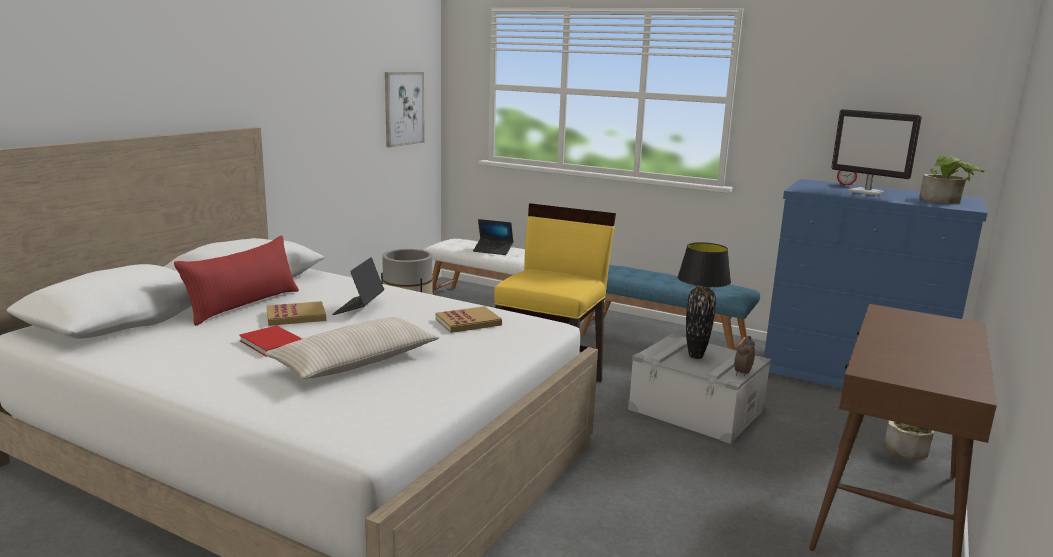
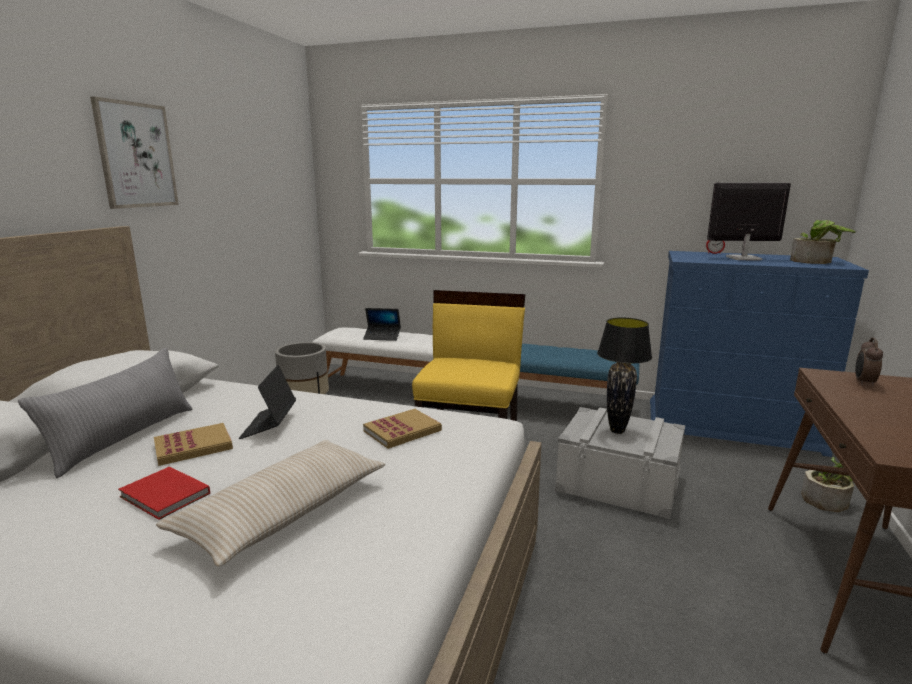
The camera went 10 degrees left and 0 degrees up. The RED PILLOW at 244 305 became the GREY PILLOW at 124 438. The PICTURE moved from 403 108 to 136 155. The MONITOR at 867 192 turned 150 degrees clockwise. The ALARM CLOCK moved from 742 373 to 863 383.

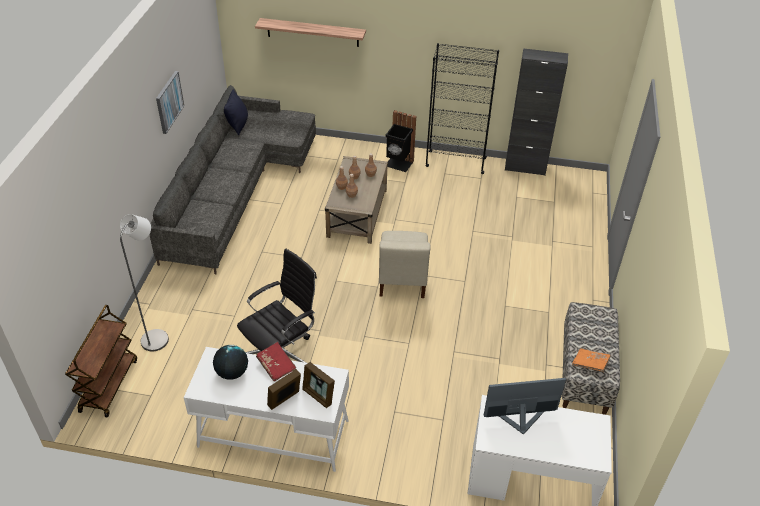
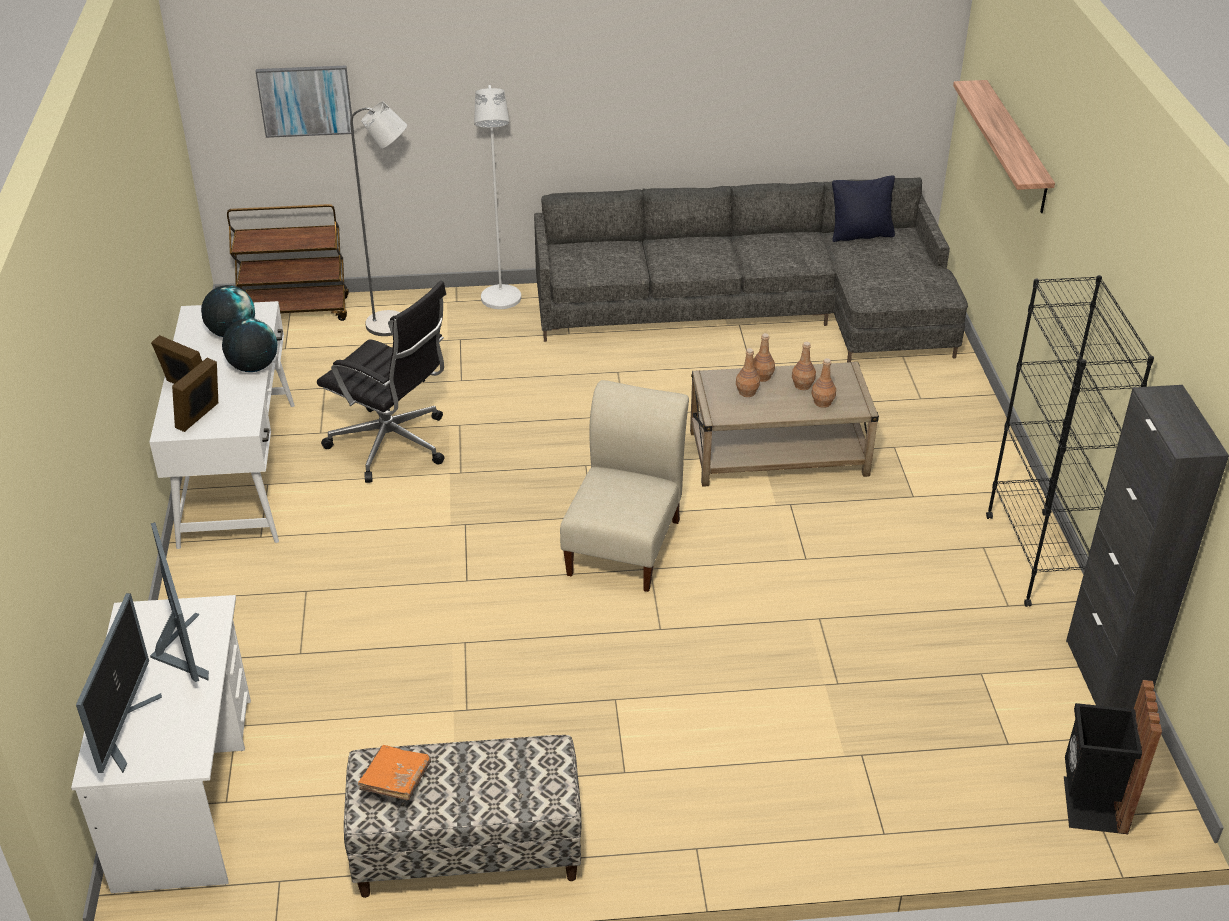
The camera went 75 degrees right and 5 degrees down. The MONITOR at 123 728 appeared. The RED BOOK at 276 365 was replaced by the GLOBE at 253 367. The PICTURE moved from 169 102 to 305 100. The WHITE FLOOR LAMP at 501 302 appeared. The BEIGE CHAIR at 402 279 turned 120 degrees clockwise. The BLACK TRASH CAN moved from 398 164 to 1091 804.

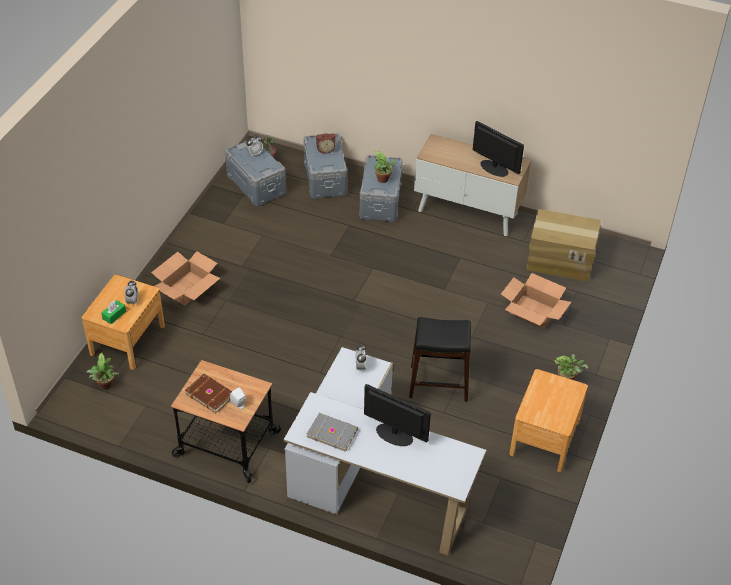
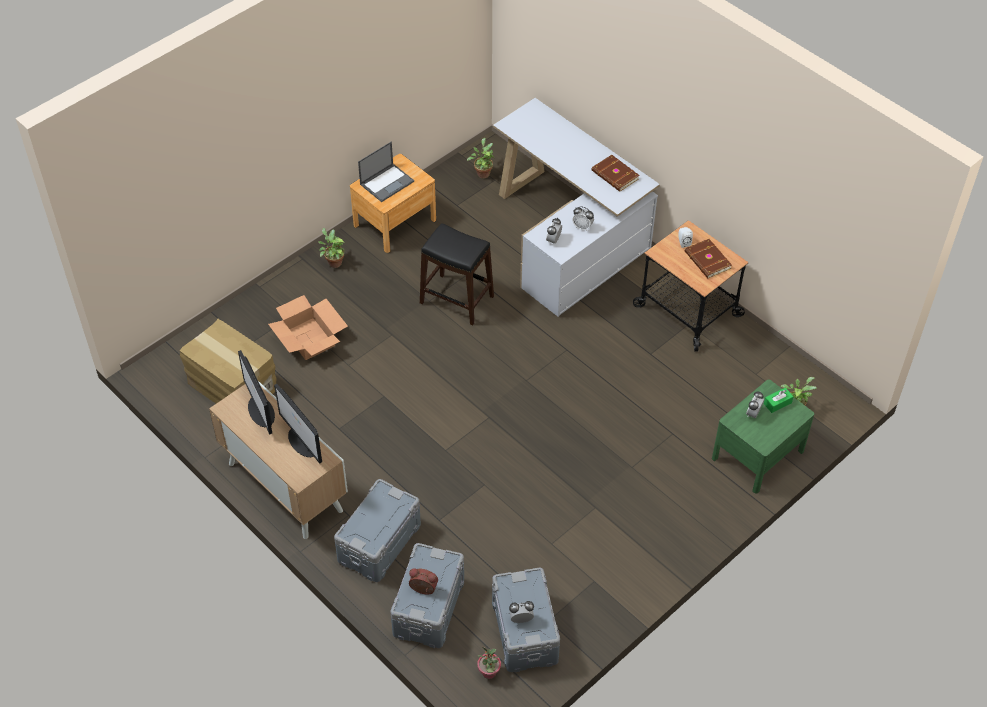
The camera went 155 degrees left and 5 degrees up. The MONITOR moved from 394 434 to 303 442. The LAPTOP at 387 182 appeared. The POTTED PLANT moved from 384 180 to 482 173. The ALARM CLOCK at 582 227 appeared. The GREY BOOK at 332 432 became the BROWN BOOK at 614 175. The BROWN NIGHTSTAND at 127 340 became the GREEN NIGHTSTAND at 757 454. The CARDBOARD BOX at 187 288 disappeared.

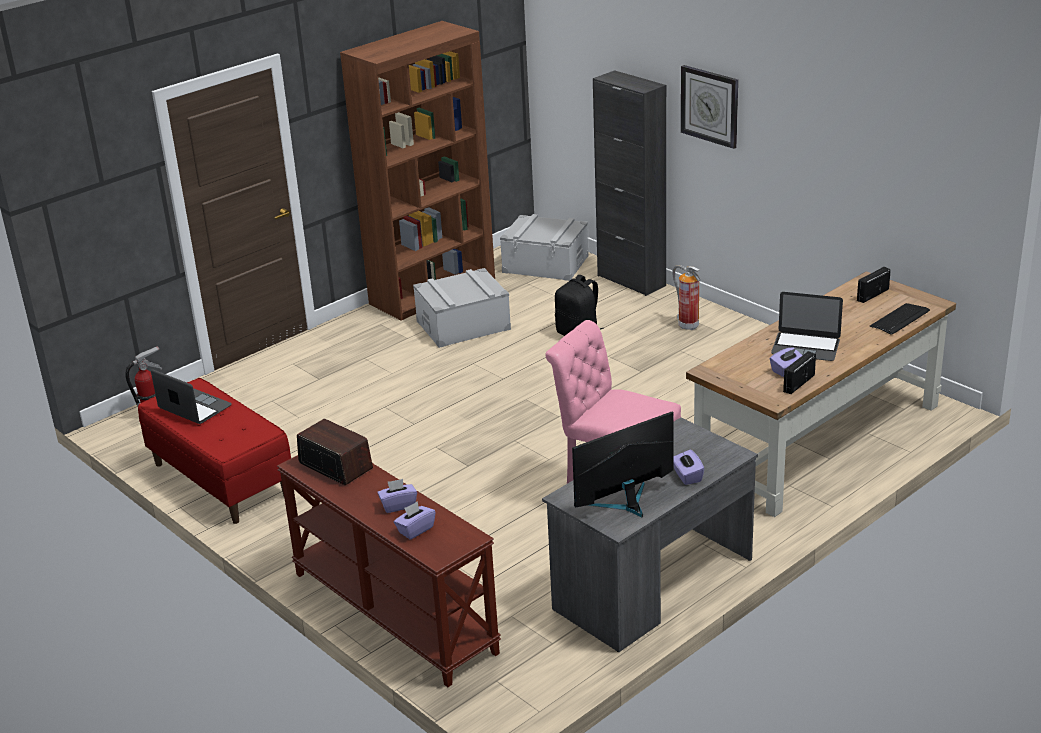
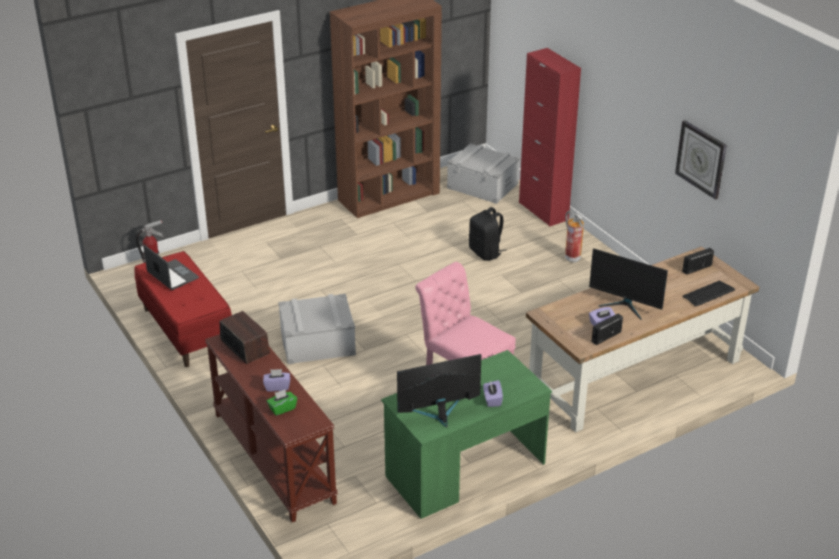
The camera went 10 degrees right and 5 degrees up. The PURPLE TISSUE BOX at 415 530 became the GREEN TISSUE BOX at 282 408. The GREY STORAGE BOX moved from 463 325 to 317 343. The GREY DESK at 653 584 became the GREEN DESK at 465 470. The BLACK CABINET at 631 280 became the RED CABINET at 543 211. The LAPTOP at 805 346 was replaced by the MONITOR at 625 306. The WALL CLOCK moved from 710 106 to 701 159.

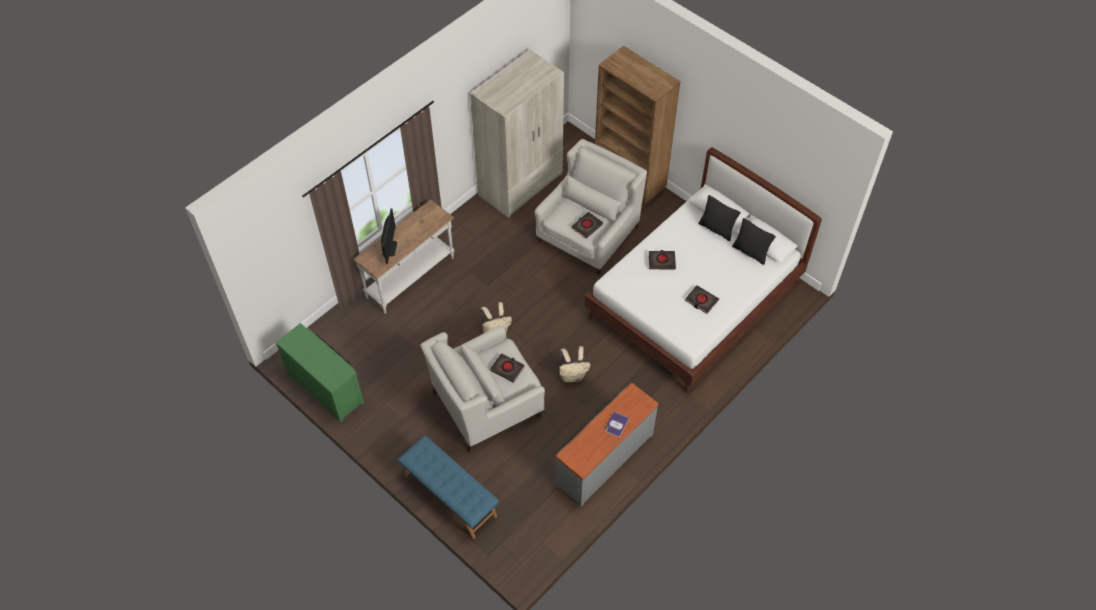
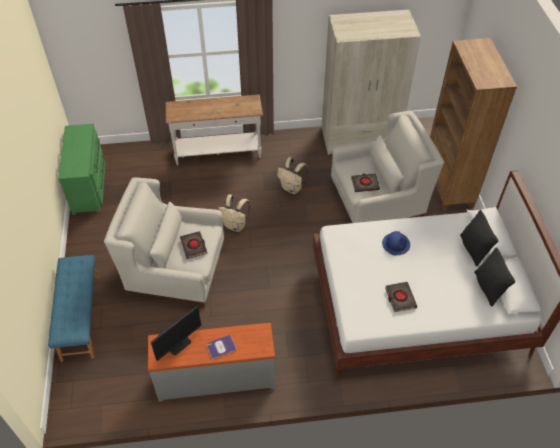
The camera went 40 degrees right and 5 degrees down. The MONITOR moved from 389 248 to 178 344. The BEIGE BACKPACK moved from 573 376 to 292 188. The BLACK BOOK at 661 261 was replaced by the BLUE HAT at 396 244.

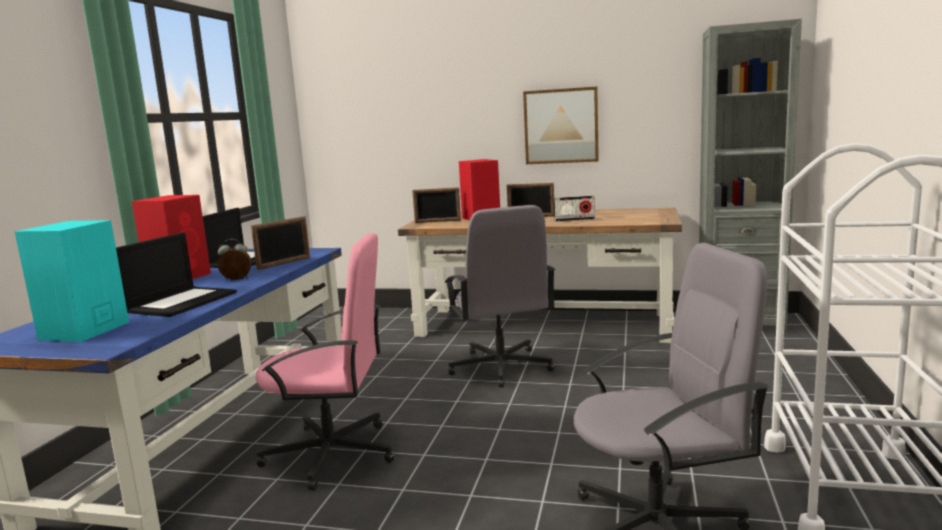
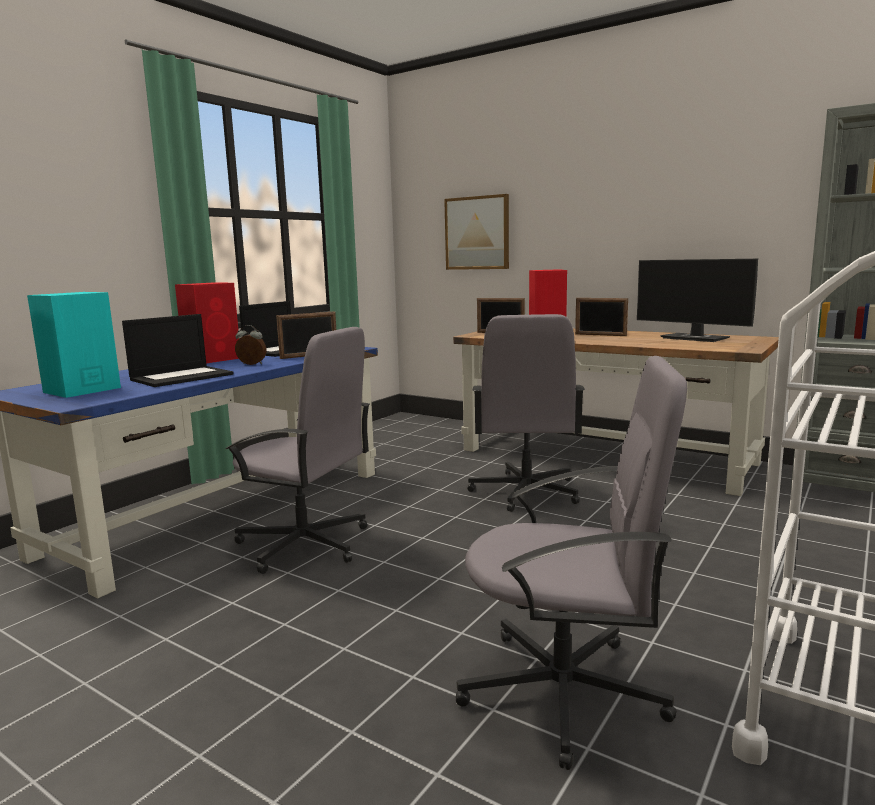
The camera went 20 degrees right and 0 degrees up. The PINK OFFICE CHAIR at 333 454 became the GREY OFFICE CHAIR at 305 544. The PICTURE moved from 561 126 to 477 233. The MONITOR at 696 338 appeared. The RADIO at 574 219 disappeared.

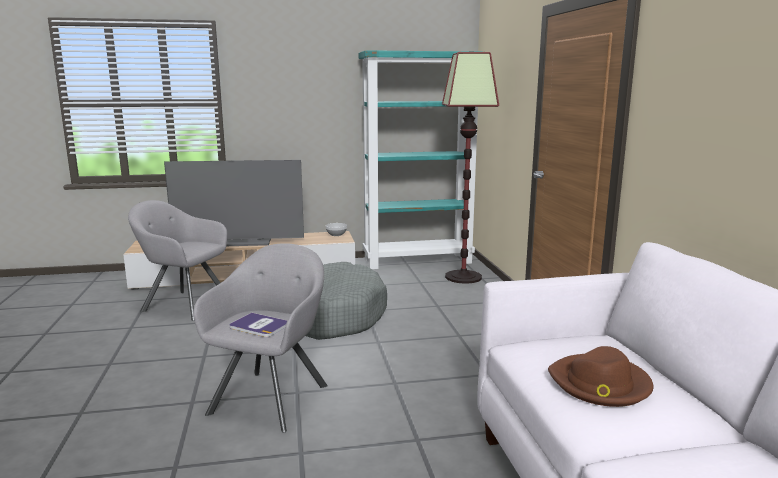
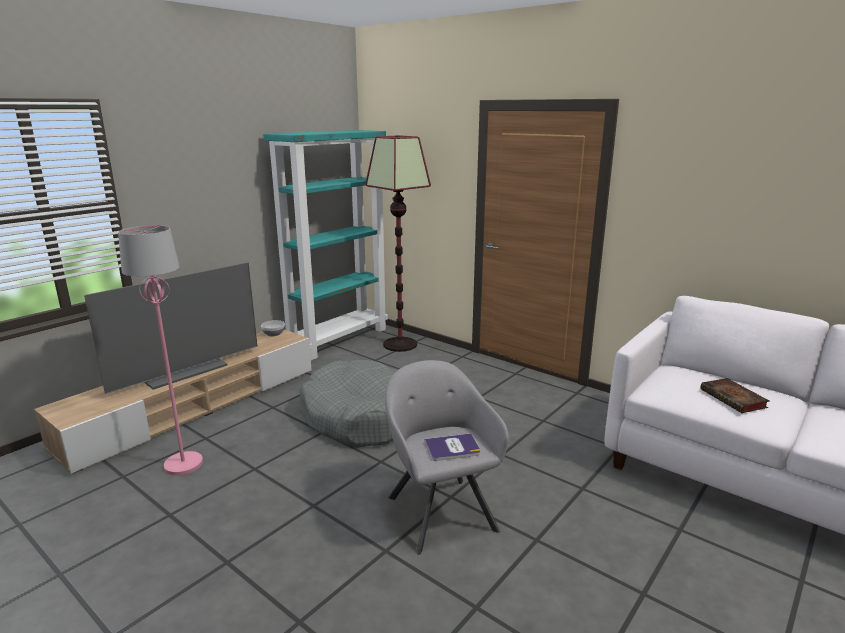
The camera went 40 degrees left and 5 degrees up. The GREY ARMCHAIR at 183 304 was replaced by the PINK FLOOR LAMP at 183 464. The BROWN HAT at 600 384 was replaced by the BOOK at 734 399.

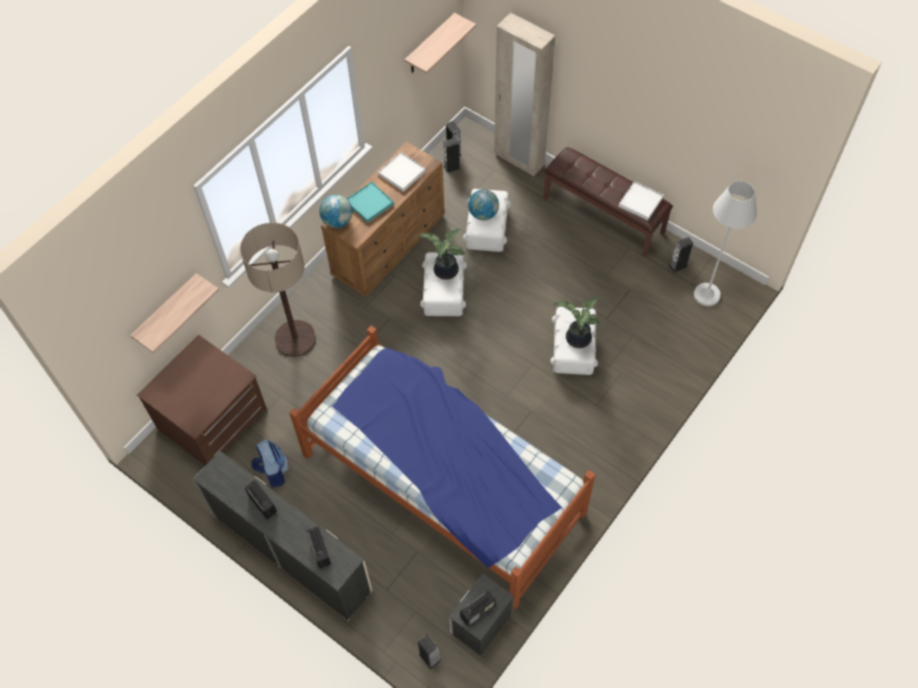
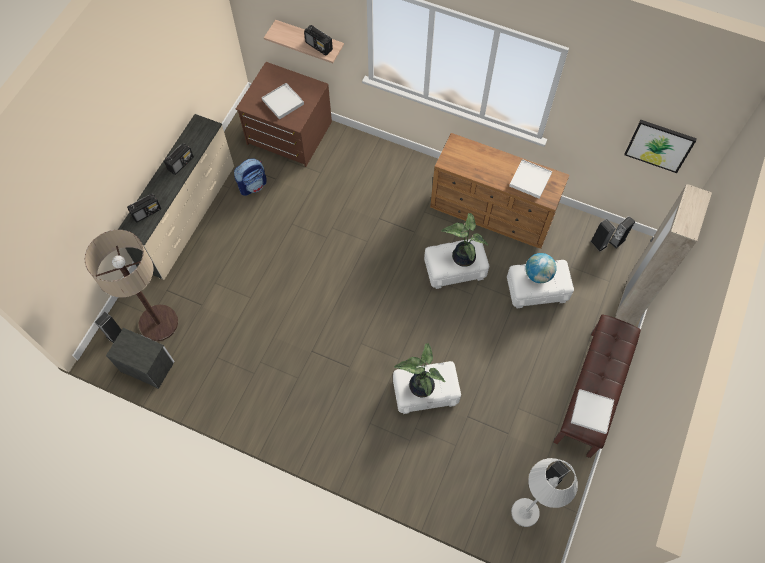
The camera went 75 degrees right and 5 degrees up. The FLOOR LAMP moved from 295 338 to 158 323. The WHITE TRAY at 283 102 appeared. The RADIO moved from 478 611 to 319 46. The SHELF at 430 45 was replaced by the PICTURE at 659 145. The BED at 443 482 disappeared. The GLOBE at 338 221 disappeared. The TURQUOISE TRAY at 369 203 disappeared.

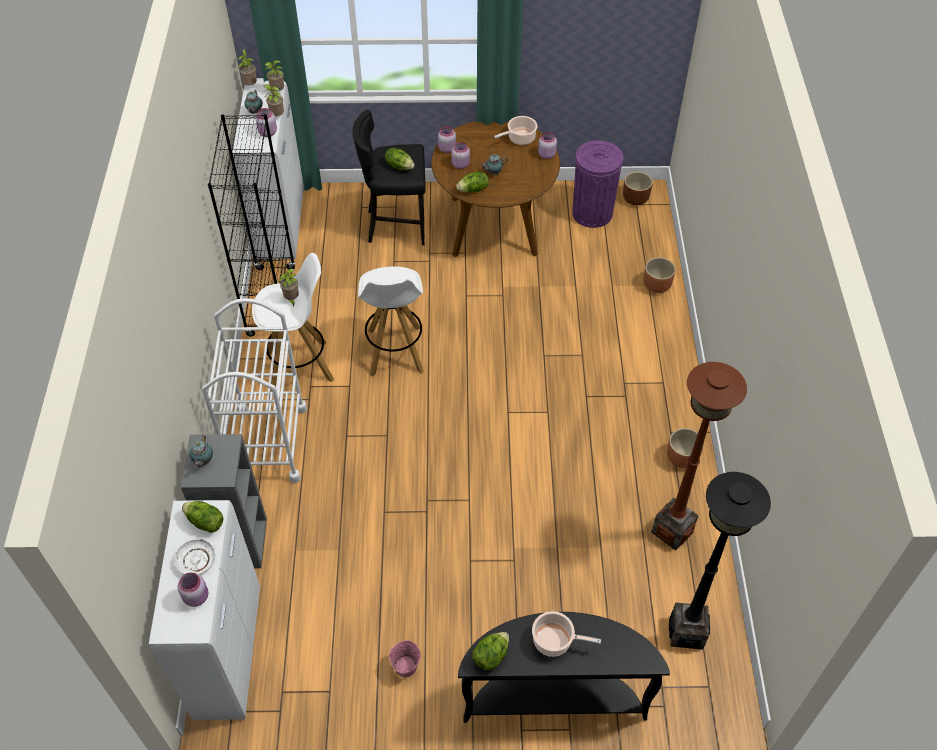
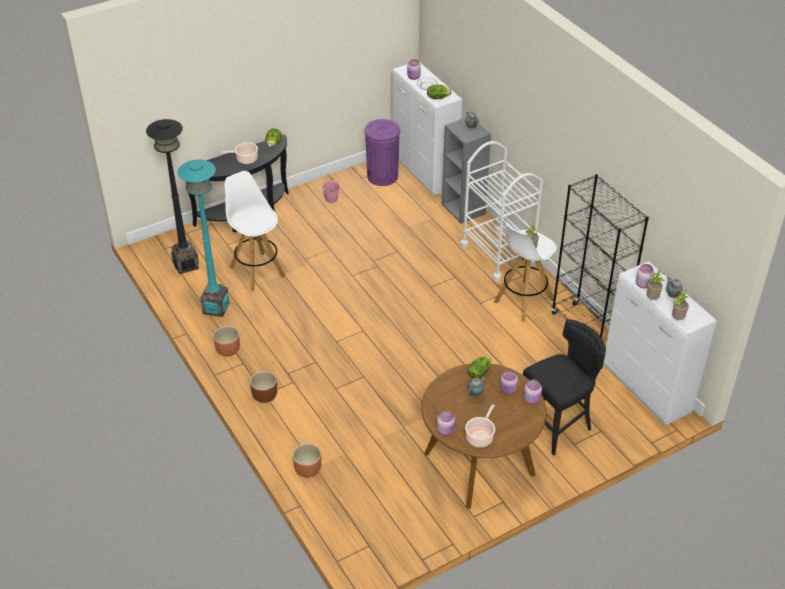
The camera went 150 degrees right and 10 degrees down. The BROWN FLOOR LAMP at 672 531 became the TURQUOISE FLOOR LAMP at 216 308. The WHITE STOOL moved from 395 351 to 257 271. The BROWN PLANTER moved from 635 199 to 265 396. The PURPLE TRASH CAN moved from 592 213 to 382 176. The POTTED PLANT at 250 85 disappeared. The LETTUCE at 399 166 disappeared.

